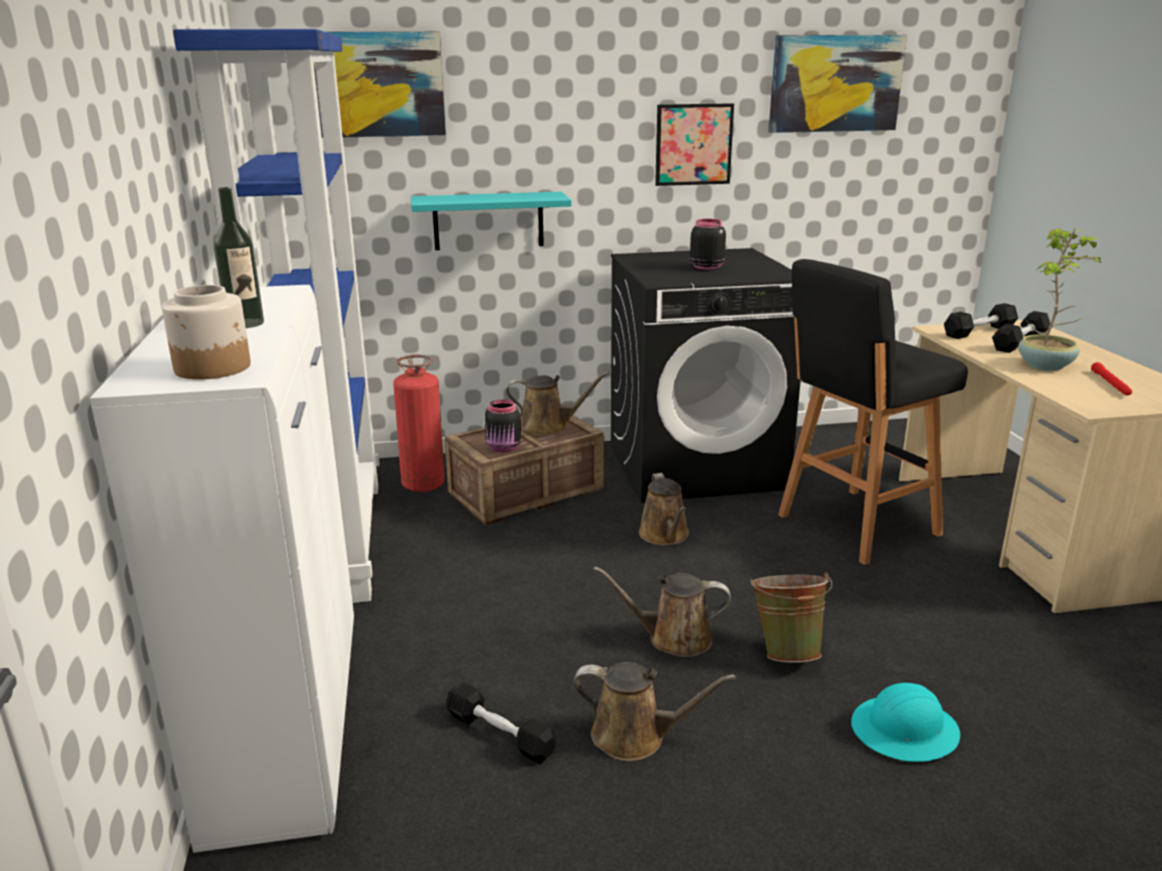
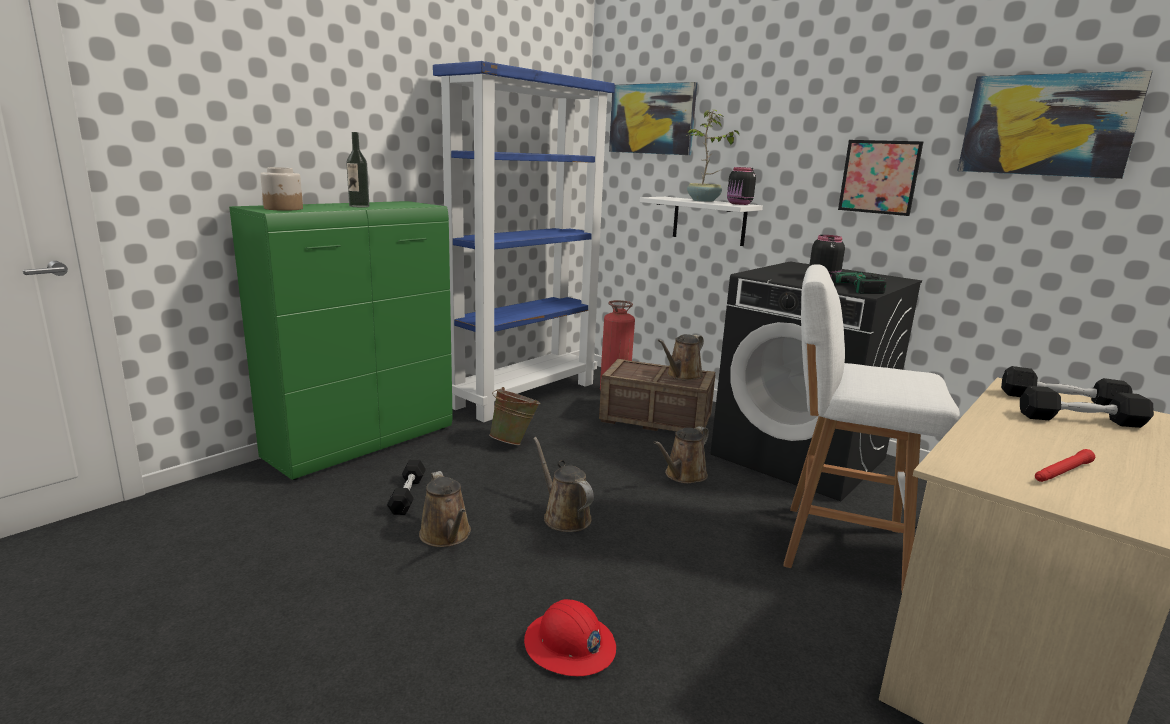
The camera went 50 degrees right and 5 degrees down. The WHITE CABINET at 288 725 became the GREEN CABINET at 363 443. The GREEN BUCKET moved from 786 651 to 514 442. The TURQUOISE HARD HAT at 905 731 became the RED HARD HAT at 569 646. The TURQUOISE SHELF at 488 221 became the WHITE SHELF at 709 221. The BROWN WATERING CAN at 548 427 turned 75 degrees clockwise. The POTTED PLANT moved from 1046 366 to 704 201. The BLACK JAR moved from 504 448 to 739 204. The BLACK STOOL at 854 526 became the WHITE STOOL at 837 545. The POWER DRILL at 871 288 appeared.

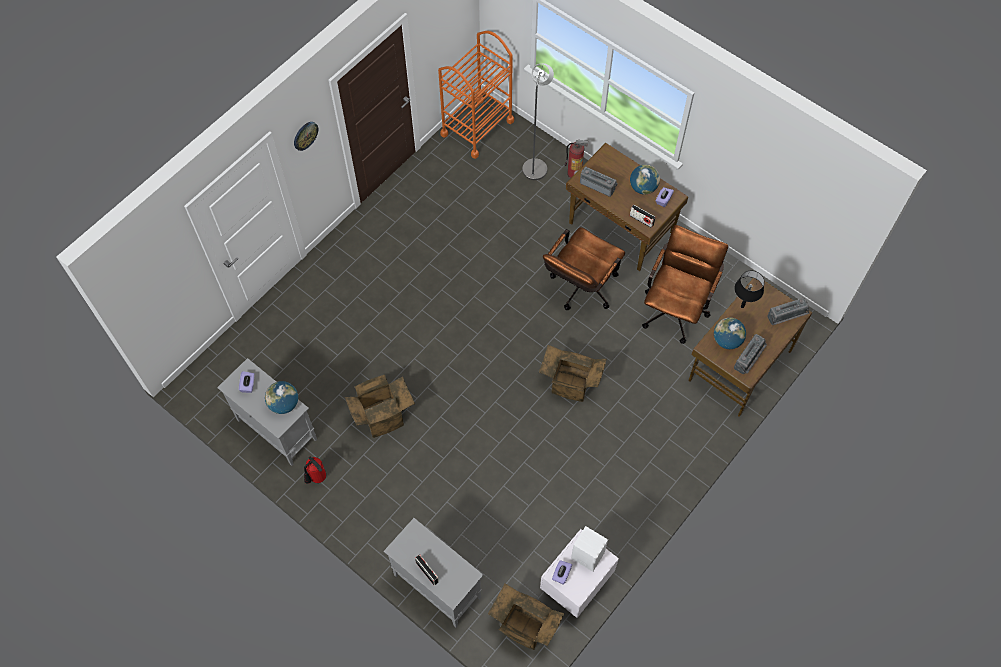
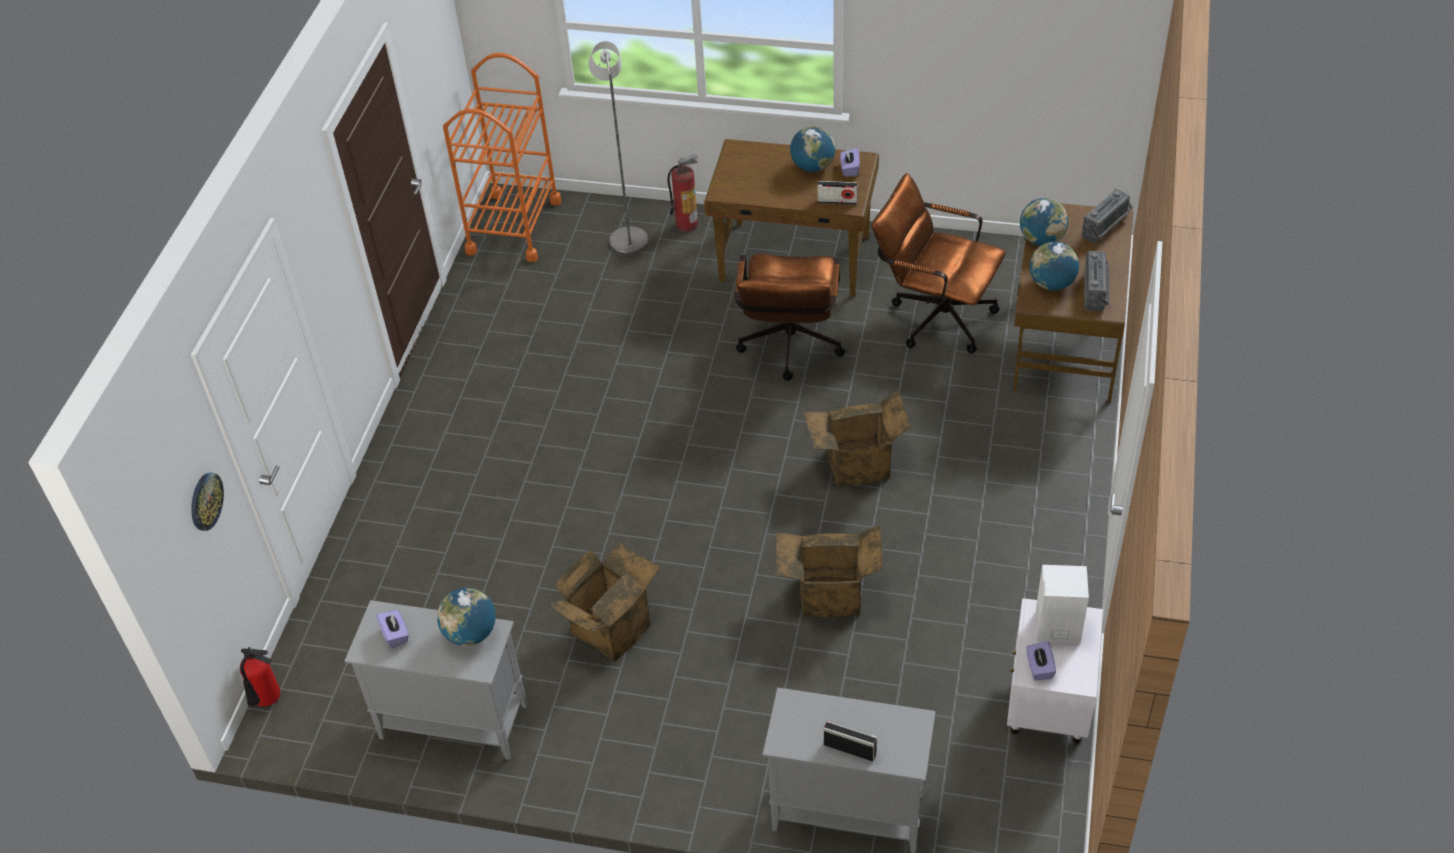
The camera went 25 degrees left and 15 degrees down. The WALL CLOCK moved from 305 135 to 205 501. The FIRE EXTINGUISHER moved from 317 479 to 267 701. The CARDBOARD BOX moved from 524 627 to 829 596. The BROWN OFFICE CHAIR at 676 307 turned 60 degrees counterclockwise. The BLACK TABLE LAMP at 742 306 was replaced by the GLOBE at 1041 240. The RADIO at 598 185 disappeared.

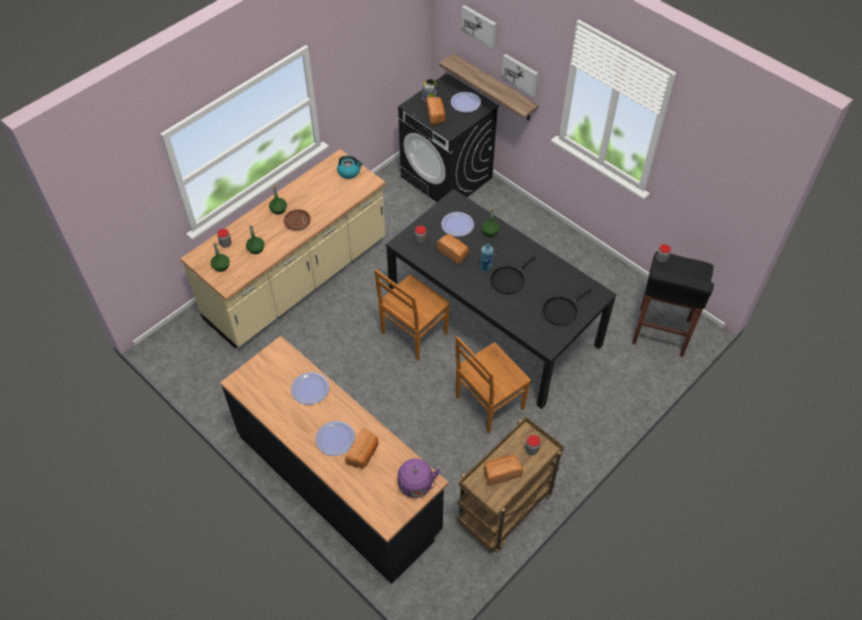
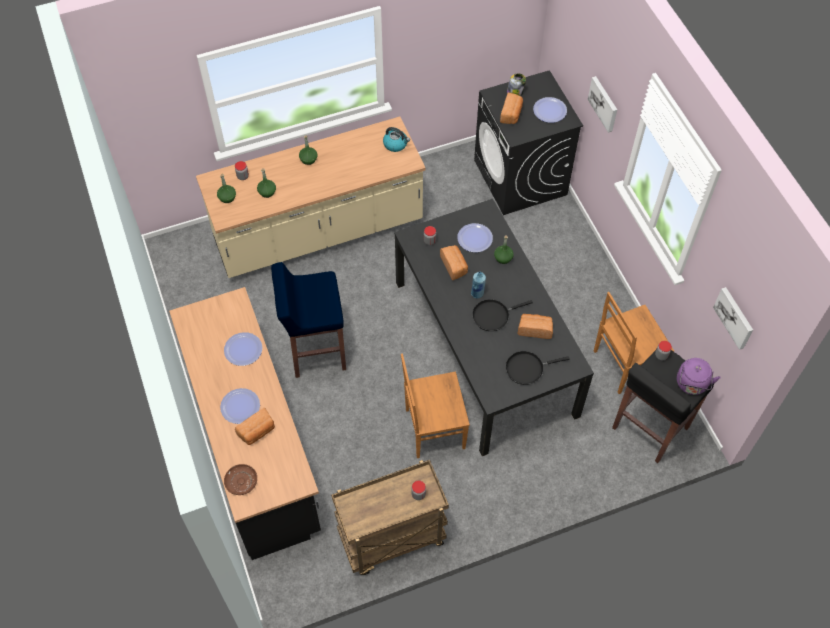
The camera went 25 degrees right and 5 degrees up. The BROWN PLATE moved from 297 223 to 241 481. The BLUE STOOL at 316 350 appeared. The BREAD moved from 501 473 to 535 329. The BROWN CHAIR moved from 413 334 to 624 364. The PURPLE KETTLE moved from 416 486 to 691 385. The PICTURE moved from 480 26 to 734 317. The SHELF at 494 88 disappeared.

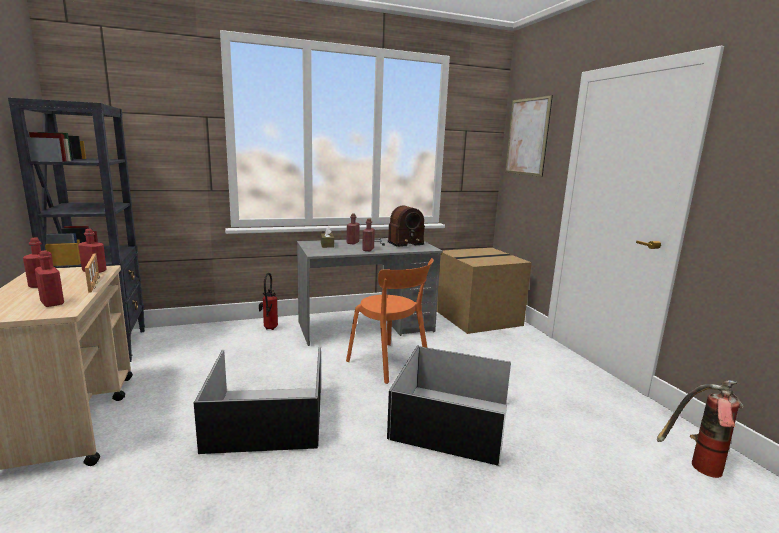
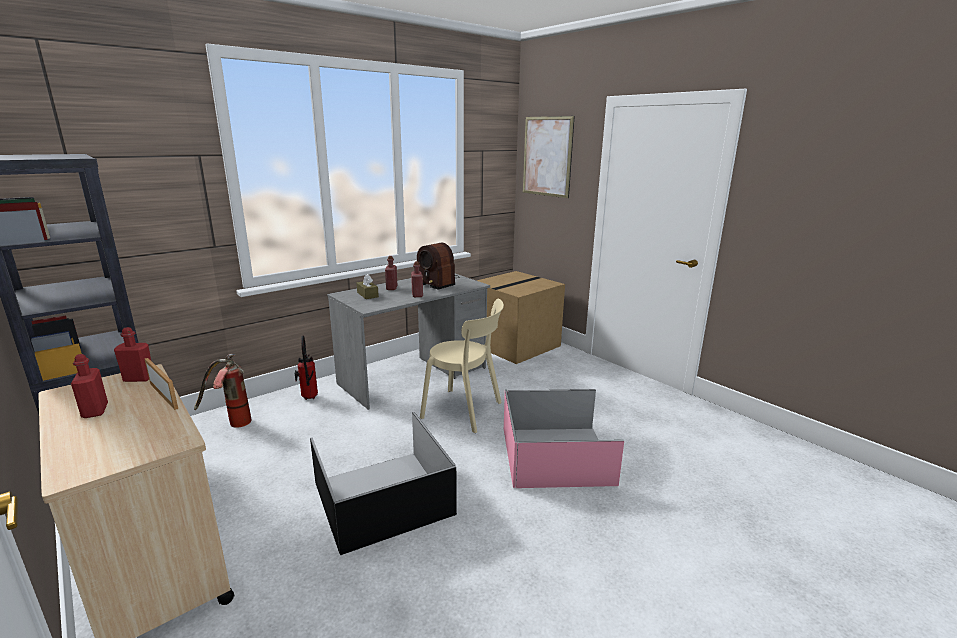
The camera went 20 degrees left and 5 degrees up. The FIRE EXTINGUISHER moved from 696 468 to 231 424. The RADIO at 397 243 turned 90 degrees clockwise. The ORANGE CHAIR at 390 363 became the BEIGE CHAIR at 465 411. The BLACK STORAGE BOX at 451 421 became the PINK STORAGE BOX at 556 456. The RED BOTTLE at 52 303 disappeared.

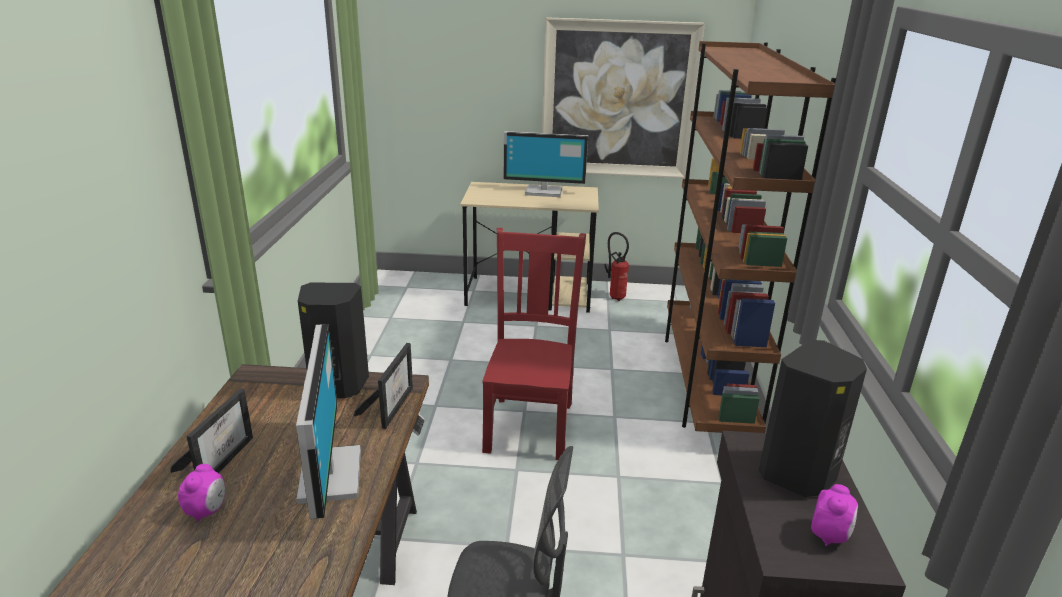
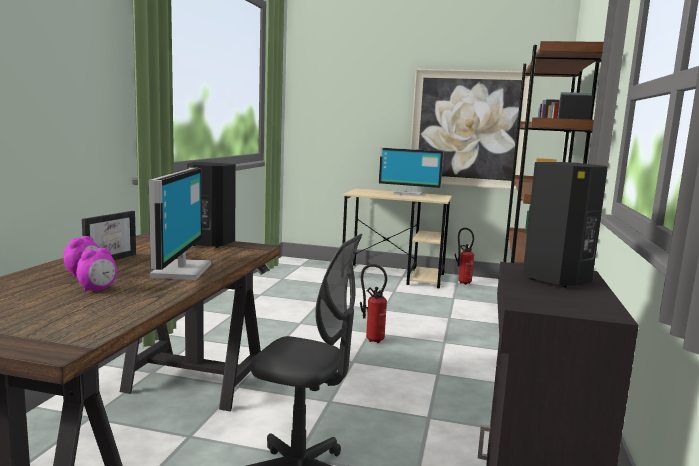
The camera went 10 degrees right and 15 degrees down. The ALARM CLOCK moved from 829 535 to 98 289. The RED CHAIR at 530 424 was replaced by the FIRE EXTINGUISHER at 372 339. The PICTURE FRAME at 391 405 disappeared.

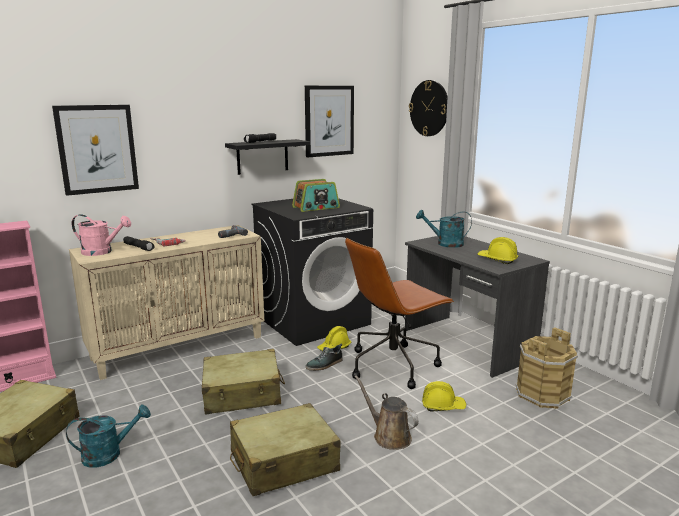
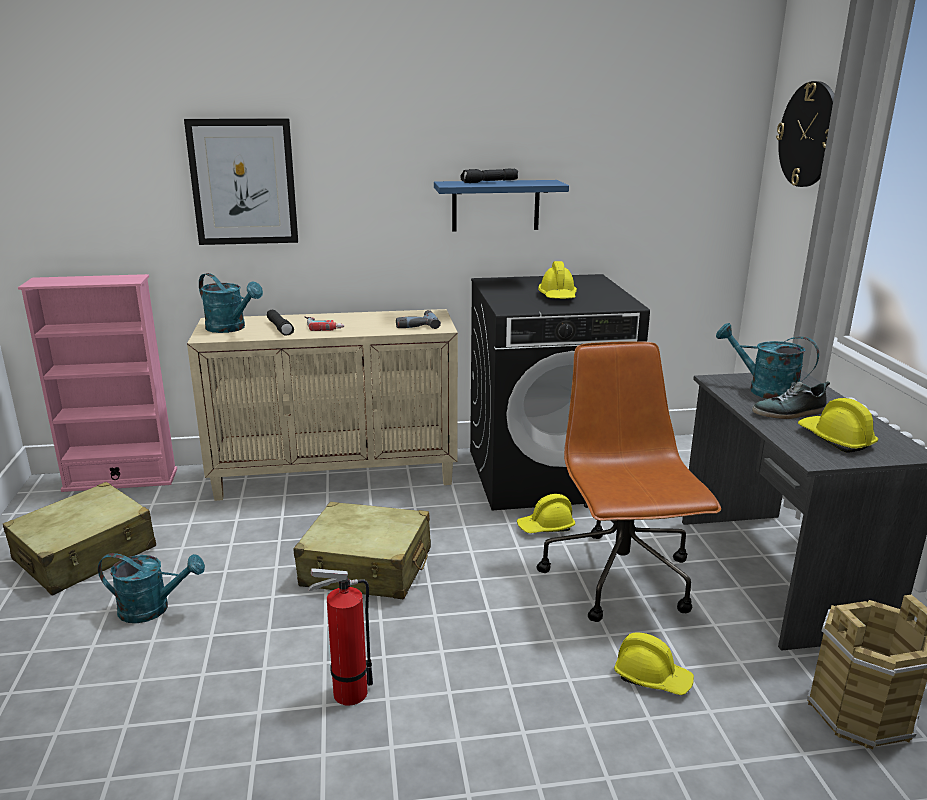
The camera went 25 degrees right and 5 degrees up. The PINK WATERING CAN at 102 252 became the TURQUOISE WATERING CAN at 231 328. The BEIGE SUITCASE at 283 462 was replaced by the FIRE EXTINGUISHER at 345 693. The BLACK SHELF at 262 156 became the BLUE SHELF at 495 205. The BROWN OFFICE CHAIR at 394 364 turned 90 degrees clockwise. The RADIO at 316 207 was replaced by the YELLOW HARD HAT at 557 297. The SHOE moved from 325 364 to 789 413. The PICTURE at 329 121 disappeared. The BROWN WATERING CAN at 389 436 disappeared.

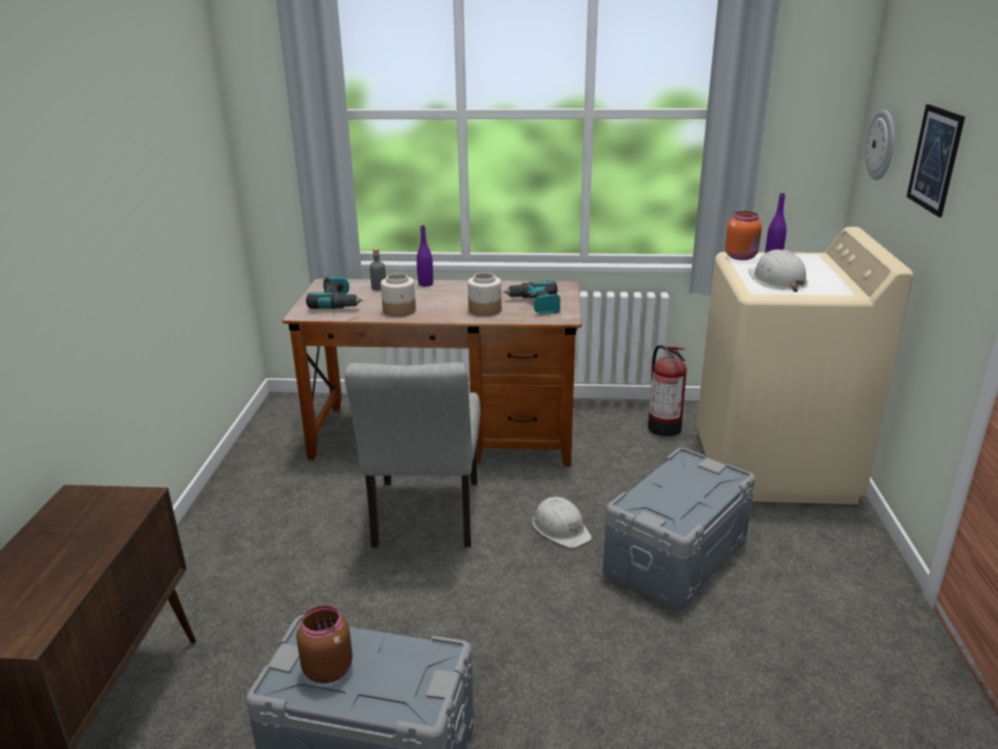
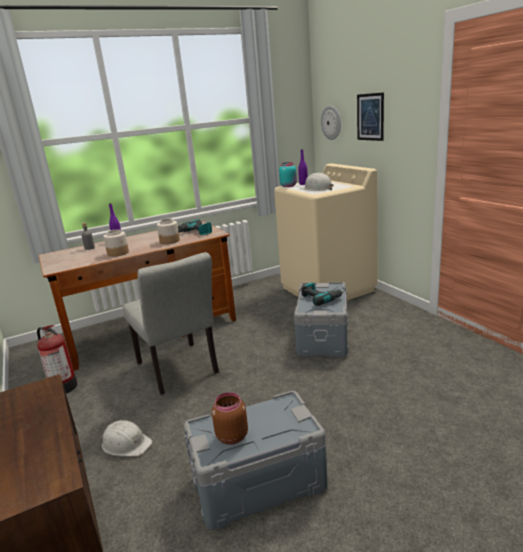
The camera went 30 degrees left and 5 degrees down. The FIRE EXTINGUISHER moved from 663 426 to 63 386. The WHITE HARD HAT moved from 560 528 to 126 444. The ORANGE JAR at 741 257 became the TURQUOISE JAR at 289 186. The POWER DRILL moved from 338 302 to 321 298.

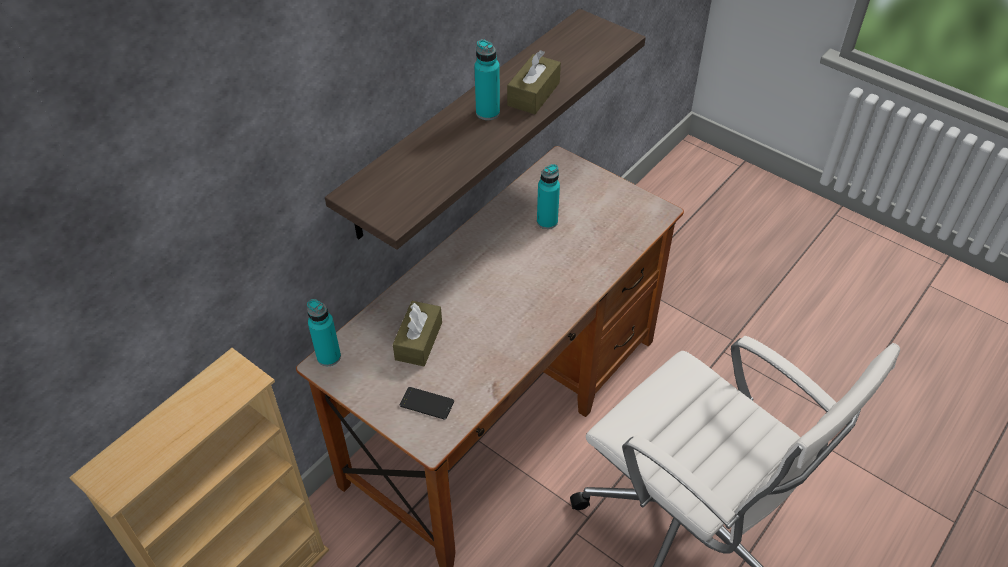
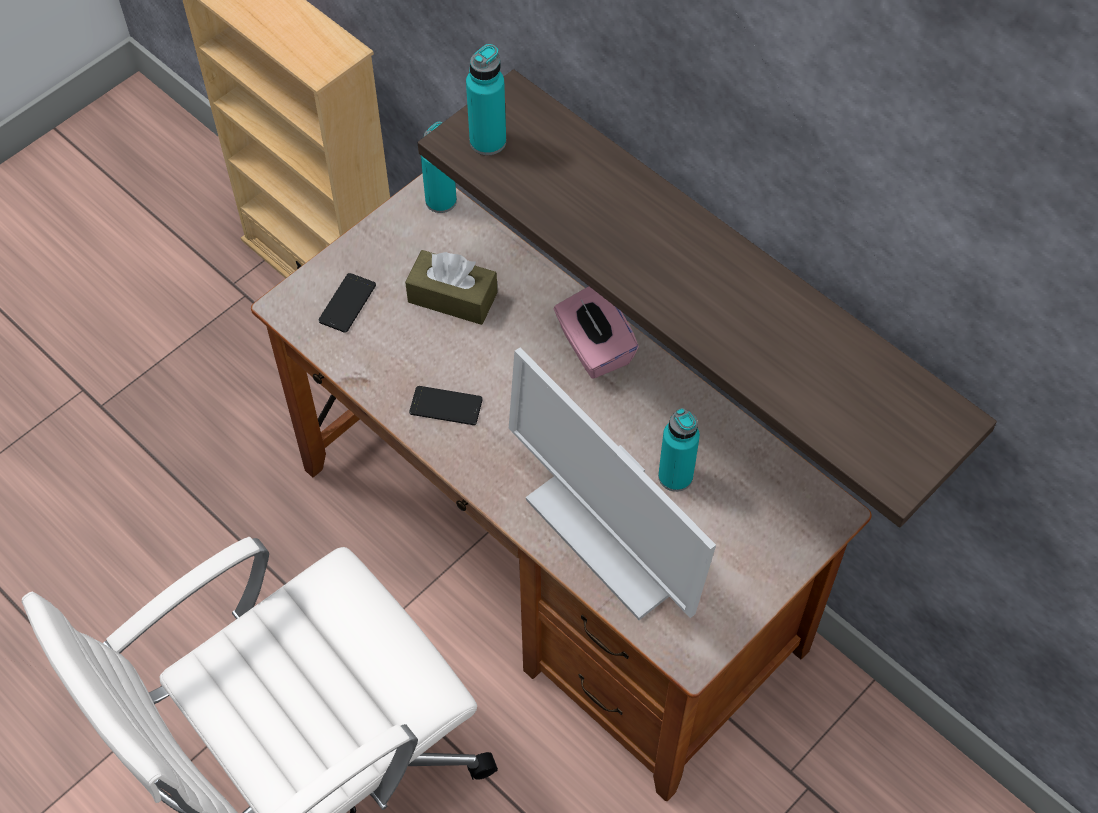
The camera went 95 degrees right and 10 degrees up. The PHONE at 446 406 appeared. The TURQUOISE BOTTLE moved from 487 113 to 488 141. The MONITOR at 610 534 appeared. The PINK TISSUE BOX at 594 347 appeared. The BROWN TISSUE BOX at 533 94 disappeared.

